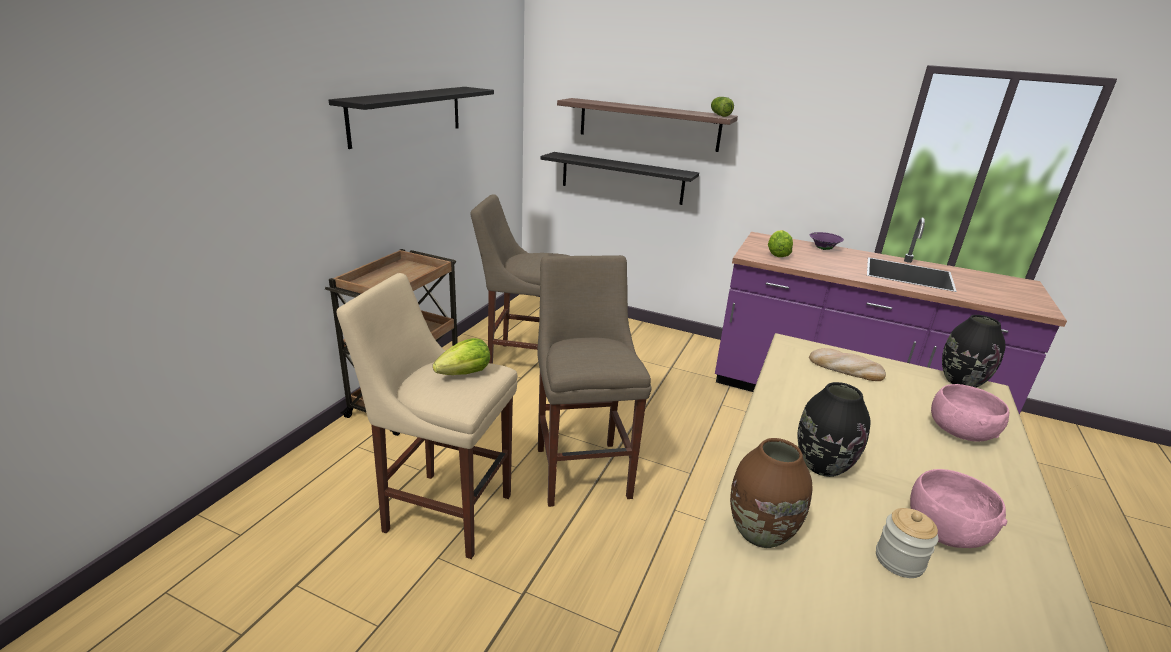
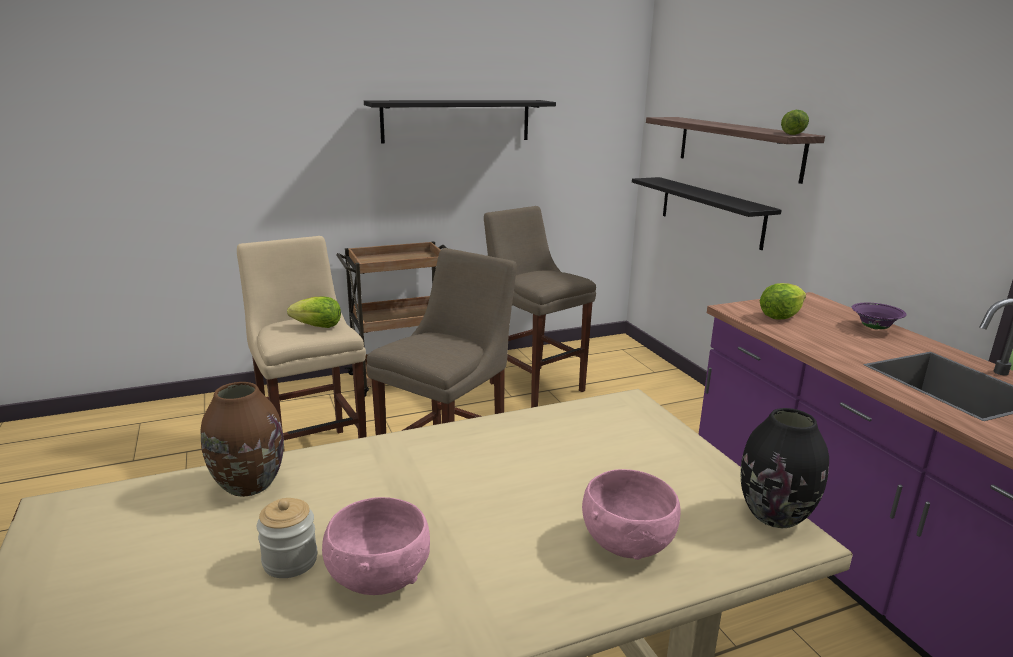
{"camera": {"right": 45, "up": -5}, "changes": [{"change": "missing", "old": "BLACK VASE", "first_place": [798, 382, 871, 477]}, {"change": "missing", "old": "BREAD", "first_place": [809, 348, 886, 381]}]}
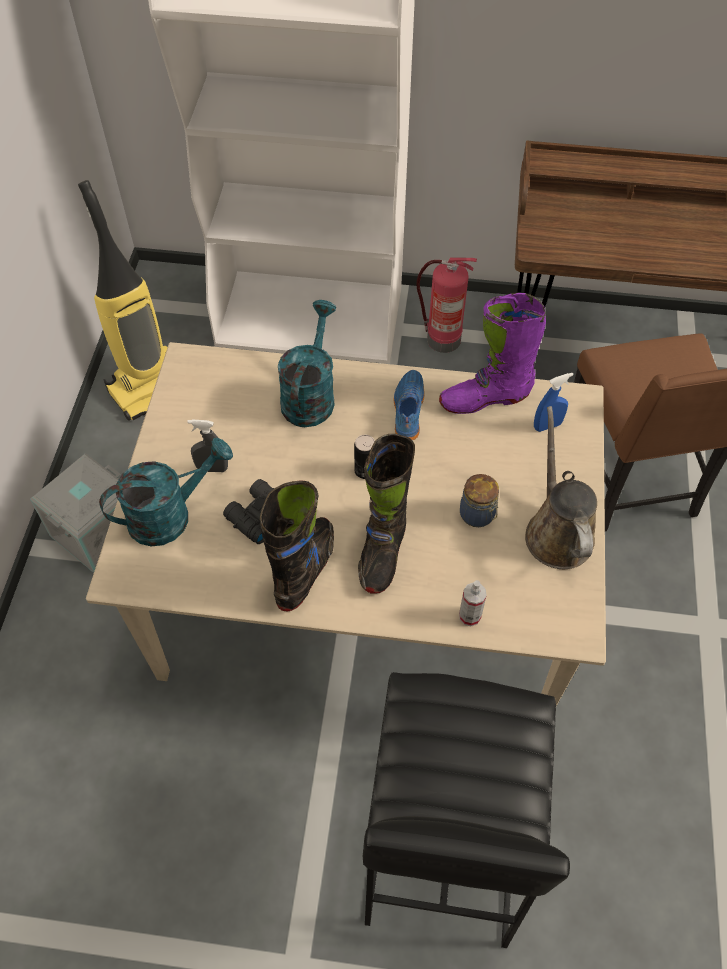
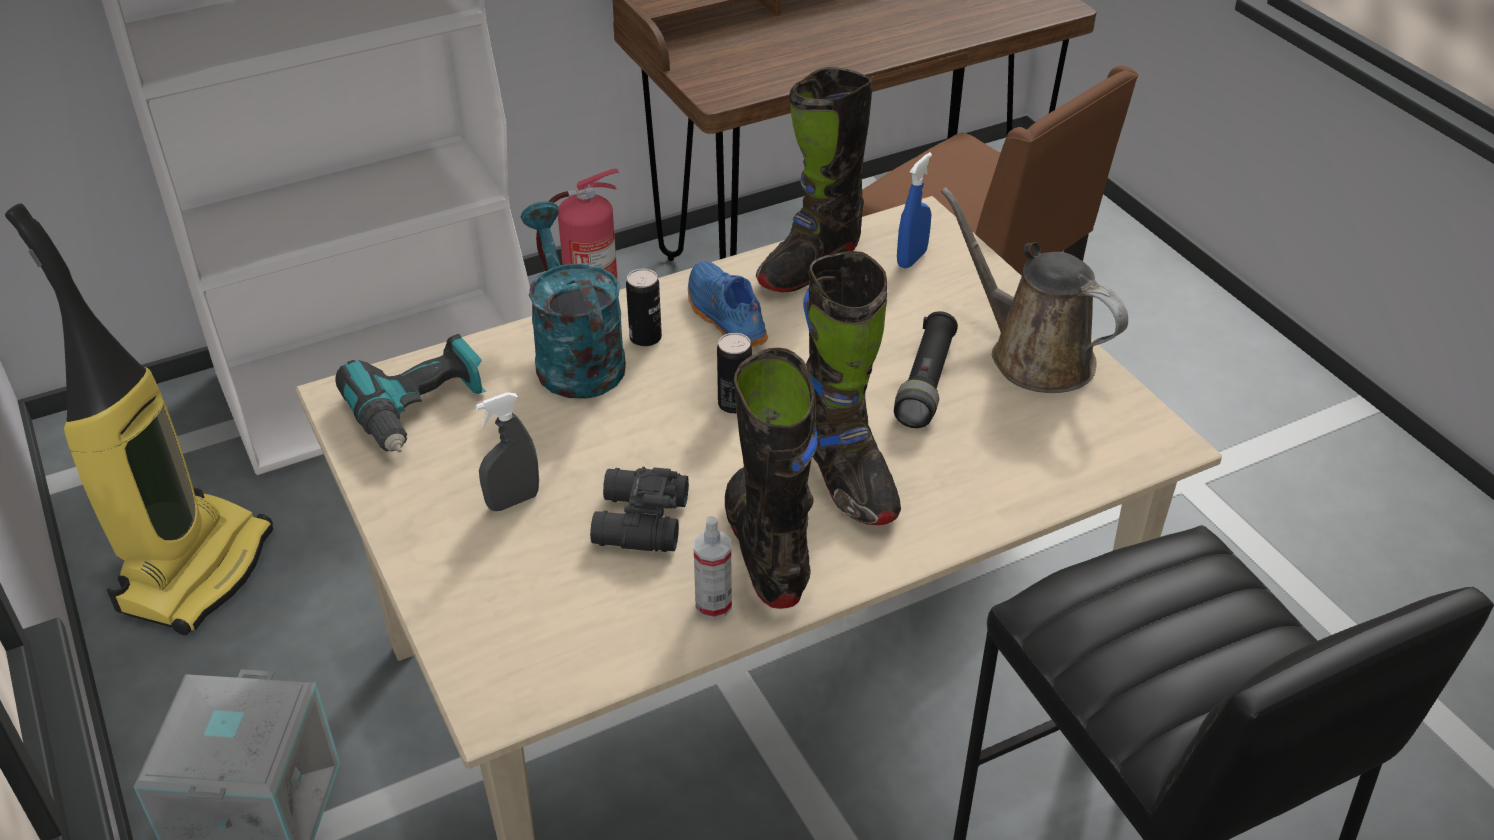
{"camera": {"right": -35, "up": -15}, "changes": [{"change": "missing", "old": "TURQUOISE WATERING CAN", "first_place": [99, 438, 233, 546]}, {"change": "appeared", "new": "POWER DRILL", "second_place": [335, 334, 486, 453]}, {"change": "appeared", "new": "CAN", "second_place": [626, 269, 662, 347]}, {"change": "relocated", "old": "SPRAY BOTTLE", "first_place": [459, 580, 487, 626], "second_place": [694, 516, 732, 619]}, {"change": "exchanged", "old": "JAR", "new": "BLACK FLASHLIGHT", "first_place": [460, 474, 499, 527], "second_place": [894, 311, 958, 428]}, {"change": "colour", "old": "PURPLE BOOT", "new": "BLACK BOOT", "first_place": [439, 293, 546, 414], "second_place": [756, 67, 872, 292]}]}
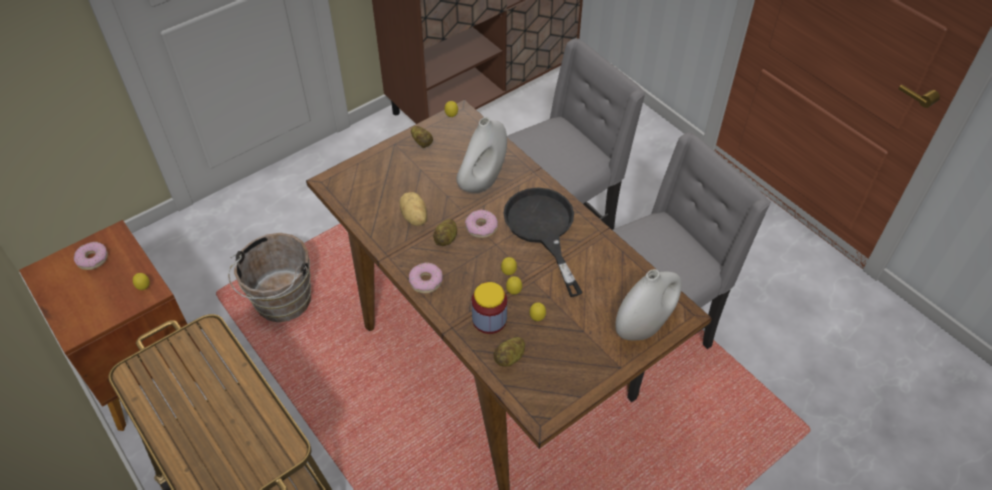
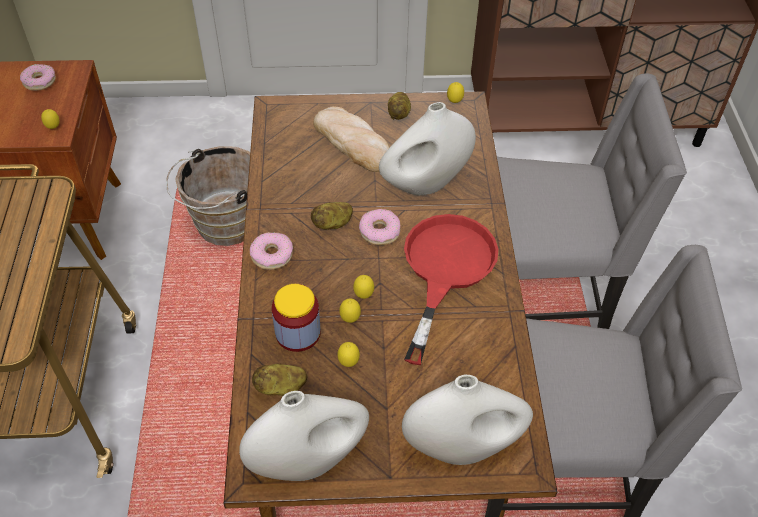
{"camera": {"right": 35, "up": 0}, "changes": [{"change": "missing", "old": "POTATO", "first_place": [400, 192, 427, 226]}, {"change": "appeared", "new": "WHITE VASE", "second_place": [239, 391, 369, 481]}, {"change": "appeared", "new": "BREAD", "second_place": [313, 106, 390, 172]}, {"change": "colour", "old": "BLACK FRYING PAN", "new": "RED FRYING PAN", "first_place": [503, 188, 583, 297], "second_place": [404, 214, 498, 365]}]}
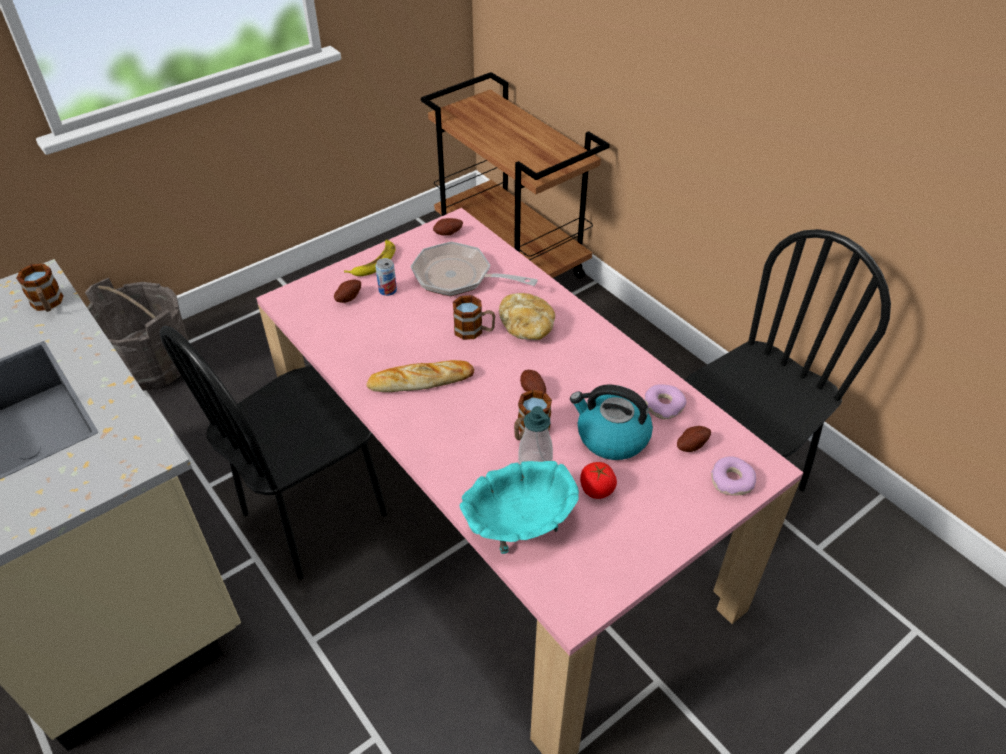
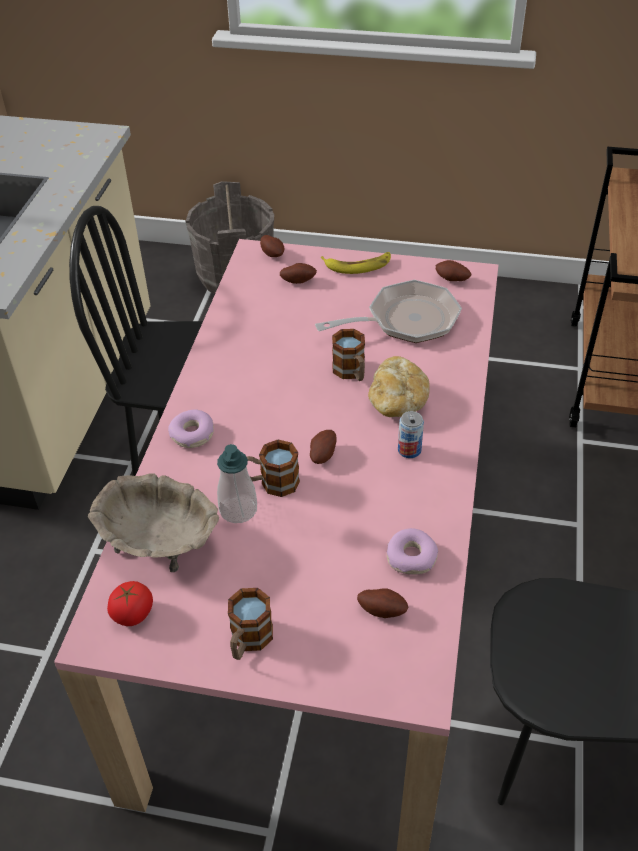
{"camera": {"right": 50, "up": 0}, "changes": [{"change": "missing", "old": "BREAD", "first_place": [366, 360, 474, 392]}, {"change": "missing", "old": "KETTLE", "first_place": [570, 384, 653, 460]}, {"change": "appeared", "new": "POTATO", "second_place": [260, 235, 284, 257]}, {"change": "relocated", "old": "MUG", "first_place": [16, 264, 63, 312], "second_place": [228, 588, 273, 660]}, {"change": "relocated", "old": "CAN", "first_place": [375, 258, 397, 296], "second_place": [398, 411, 424, 458]}, {"change": "relocated", "old": "TOMATO", "first_place": [580, 462, 617, 499], "second_place": [107, 581, 153, 626]}, {"change": "relocated", "old": "DONUT", "first_place": [711, 456, 756, 496], "second_place": [168, 410, 214, 448]}, {"change": "colour", "old": "TURQUOISE BOWL", "new": "BEIGE BOWL", "first_place": [460, 461, 579, 554], "second_place": [88, 473, 219, 572]}, {"change": "spun", "old": "FRYING PAN", "first_place": [410, 242, 538, 296], "second_place": [315, 280, 462, 343], "degrees": 90}]}
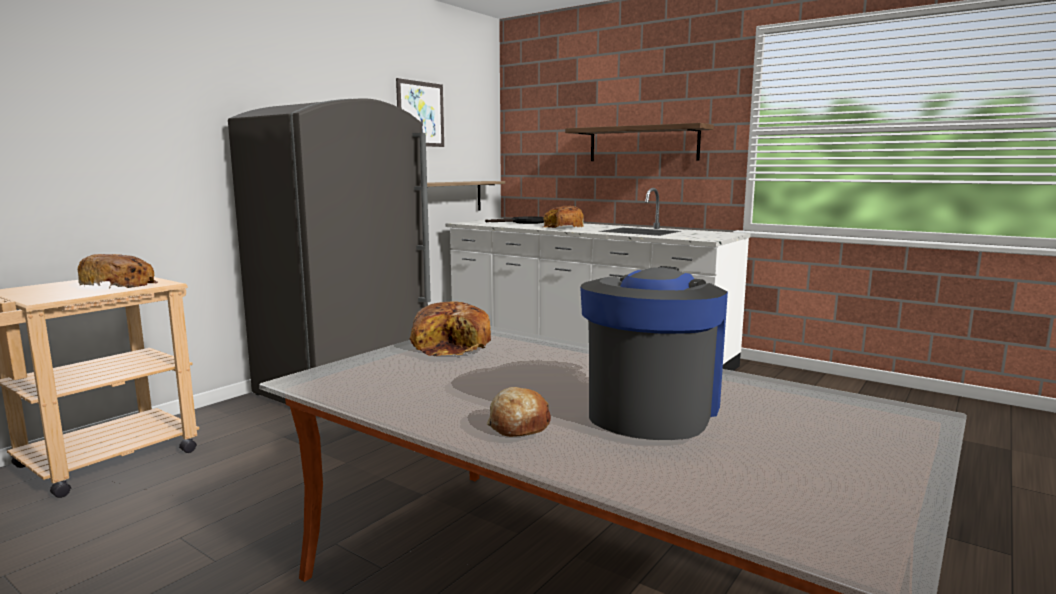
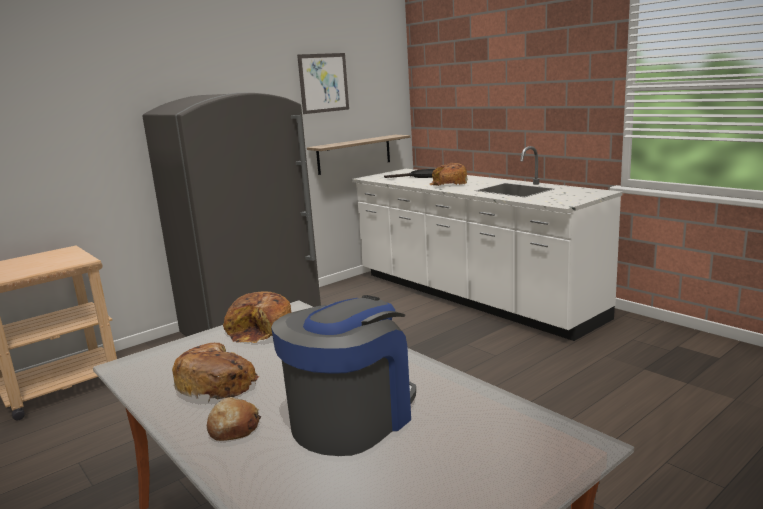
{"camera": {"right": 15, "up": 5}, "changes": [{"change": "missing", "old": "SHELF", "first_place": [565, 123, 714, 161]}, {"change": "relocated", "old": "BREAD", "first_place": [78, 254, 159, 289], "second_place": [172, 343, 259, 402]}]}
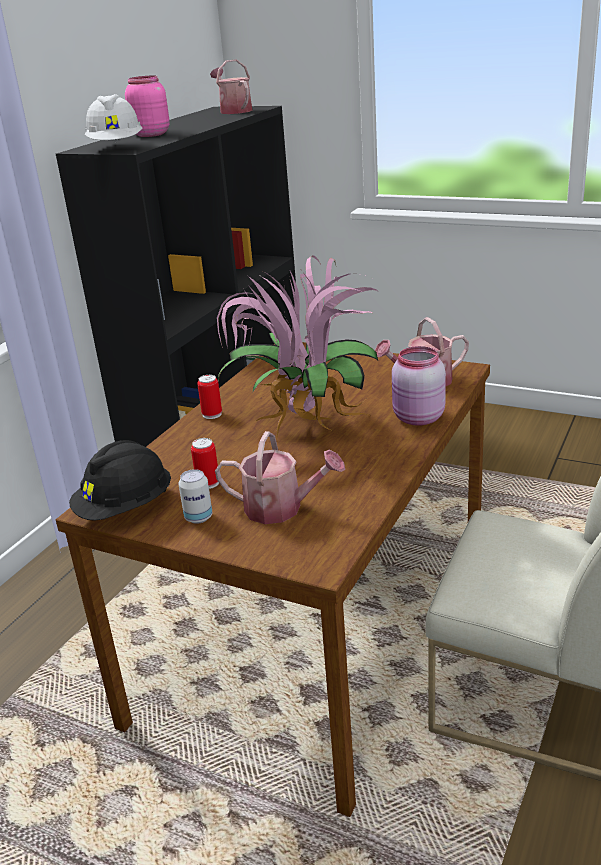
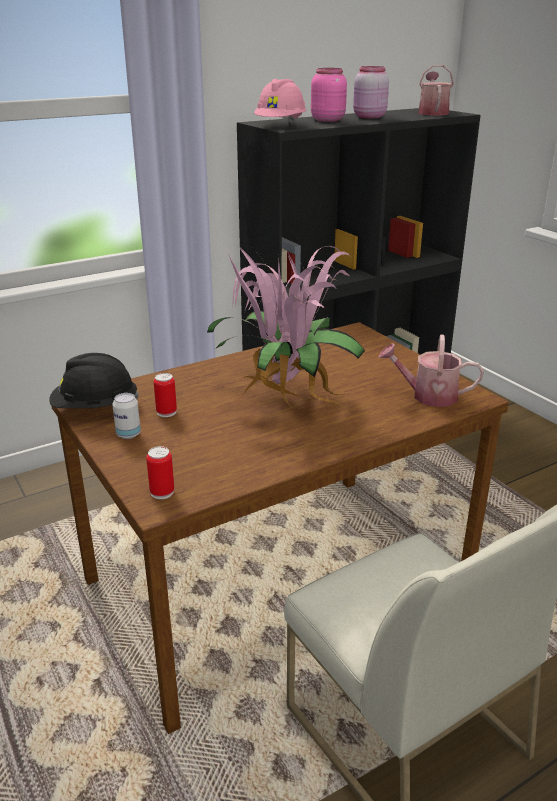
{"camera": {"right": 30, "up": 0}, "changes": [{"change": "missing", "old": "WATERING CAN", "first_place": [215, 431, 345, 524]}, {"change": "relocated", "old": "CAN", "first_place": [197, 375, 222, 419], "second_place": [146, 446, 174, 499]}, {"change": "relocated", "old": "PINK JAR", "first_place": [392, 346, 446, 426], "second_place": [353, 66, 389, 118]}, {"change": "colour", "old": "WHITE HARD HAT", "new": "PINK HARD HAT", "first_place": [85, 94, 142, 143], "second_place": [254, 79, 306, 122]}]}
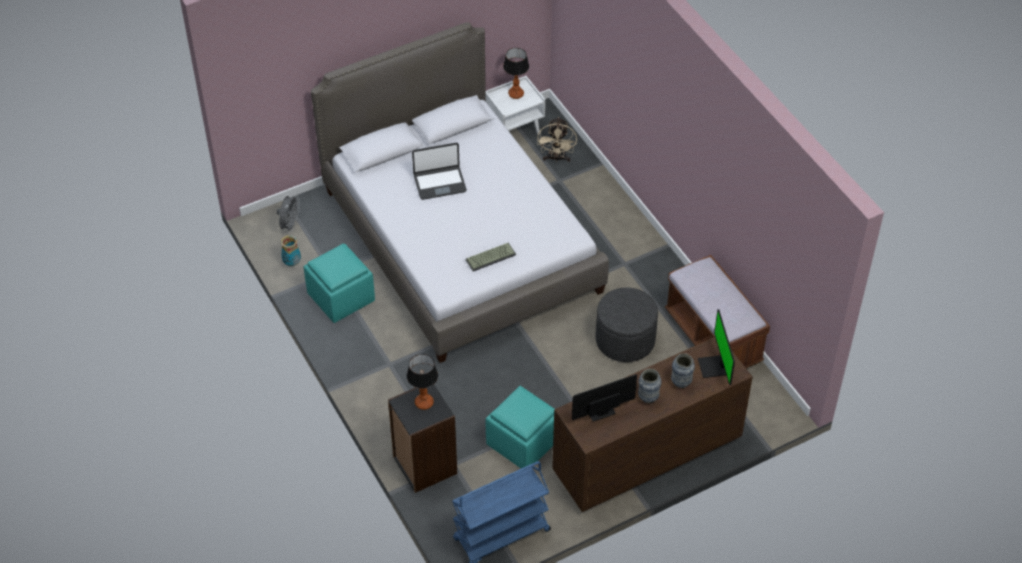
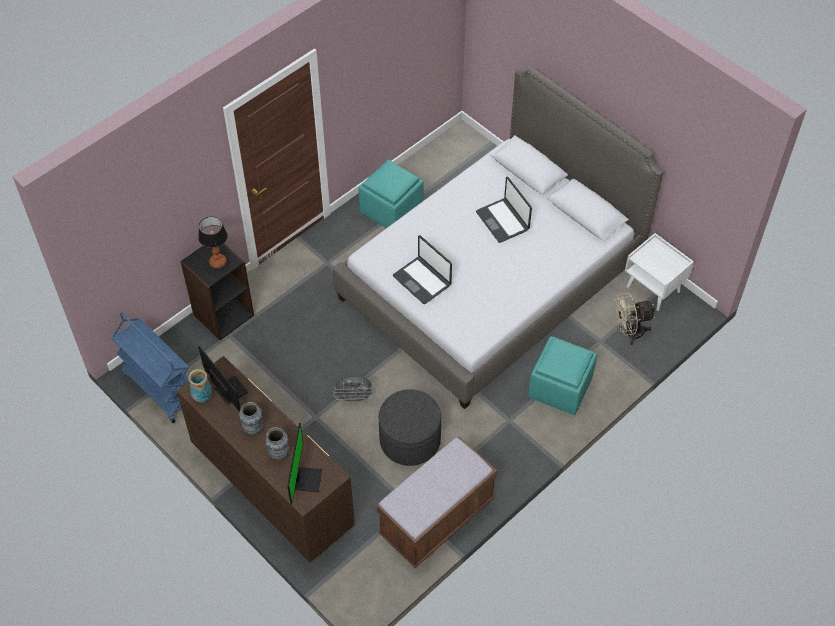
{"camera": {"right": 75, "up": 5}, "changes": [{"change": "missing", "old": "TABLE LAMP", "first_place": [503, 48, 529, 99]}, {"change": "relocated", "old": "GREY FAN", "first_place": [277, 195, 300, 233], "second_place": [333, 376, 374, 404]}, {"change": "relocated", "old": "VASE", "first_place": [281, 235, 301, 266], "second_place": [188, 369, 213, 402]}, {"change": "relocated", "old": "TURQUOISE OTTOMAN", "first_place": [486, 386, 554, 468], "second_place": [528, 336, 597, 415]}, {"change": "exchanged", "old": "KEYBOARD", "new": "LAPTOP", "first_place": [466, 243, 516, 271], "second_place": [393, 235, 452, 304]}, {"change": "spun", "old": "MONITOR", "first_place": [698, 309, 735, 385], "second_place": [287, 423, 322, 505], "degrees": 120}]}
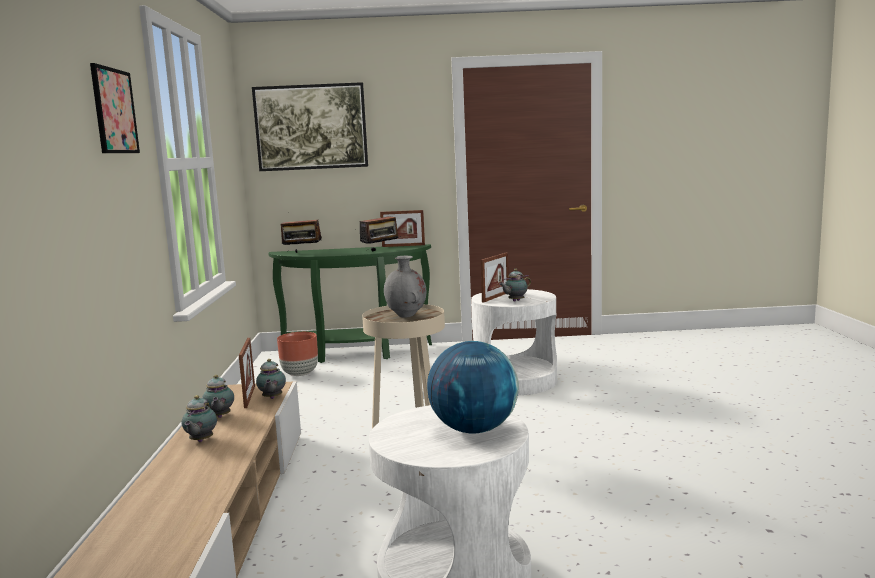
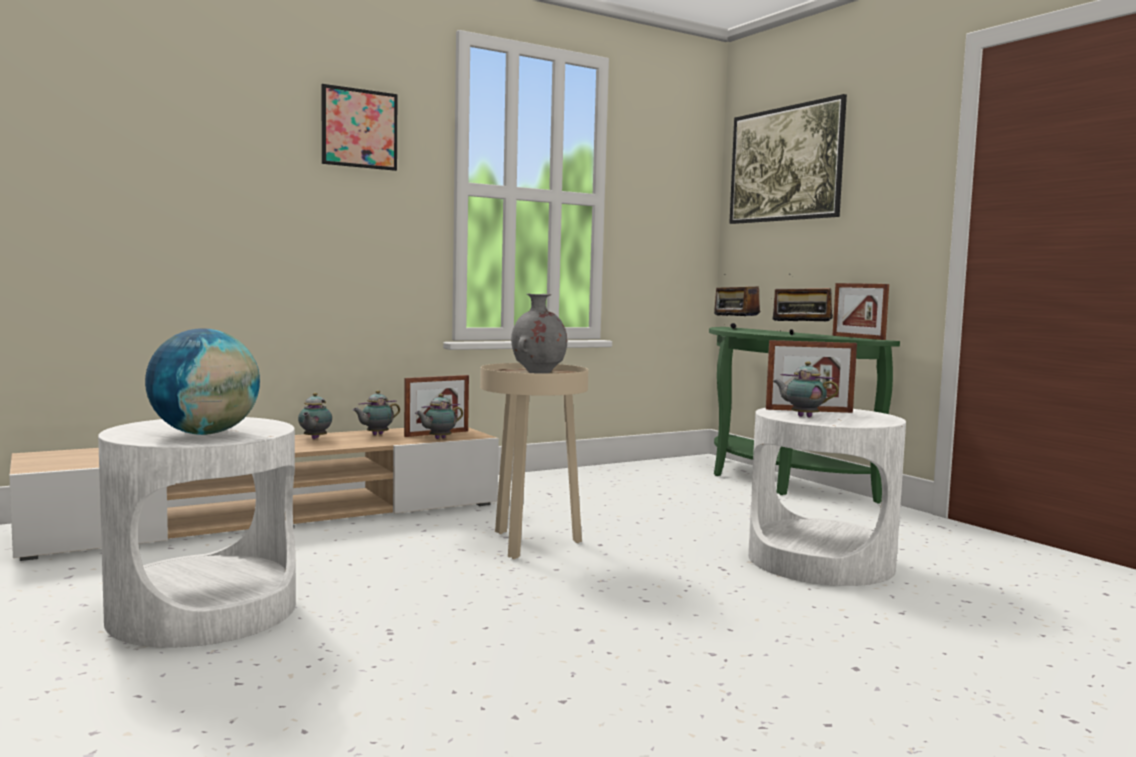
{"camera": {"right": 60, "up": -5}, "changes": [{"change": "missing", "old": "BROWN PLANTER", "first_place": [277, 332, 318, 376]}, {"change": "spun", "old": "TEAPOT", "first_place": [182, 395, 217, 442], "second_place": [298, 393, 332, 439], "degrees": -60}]}
